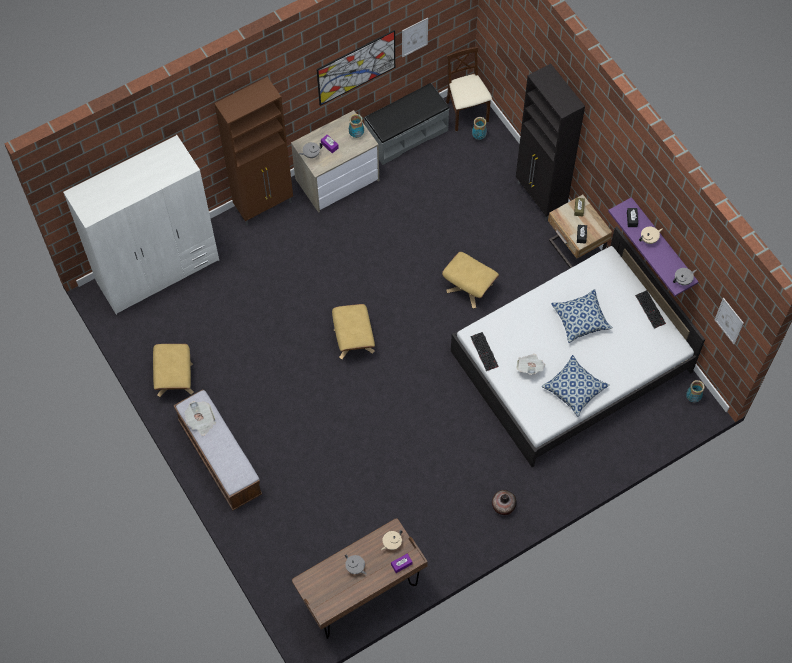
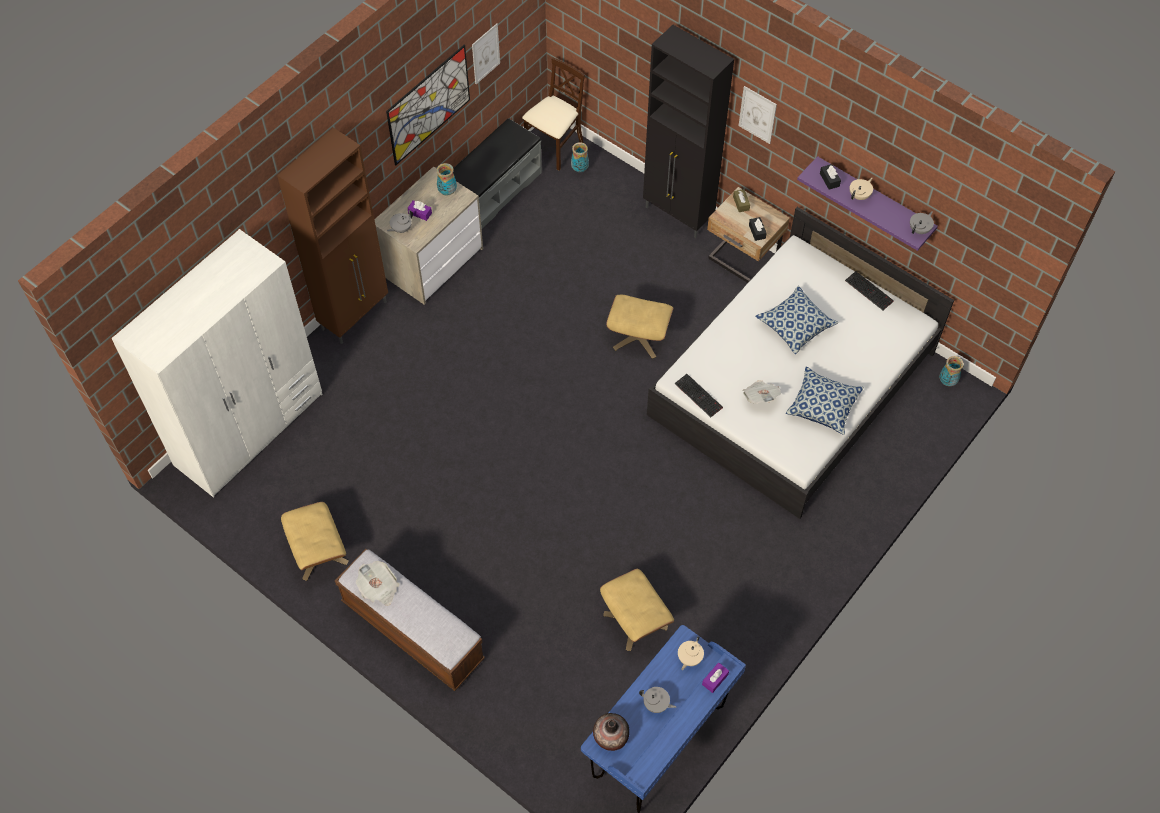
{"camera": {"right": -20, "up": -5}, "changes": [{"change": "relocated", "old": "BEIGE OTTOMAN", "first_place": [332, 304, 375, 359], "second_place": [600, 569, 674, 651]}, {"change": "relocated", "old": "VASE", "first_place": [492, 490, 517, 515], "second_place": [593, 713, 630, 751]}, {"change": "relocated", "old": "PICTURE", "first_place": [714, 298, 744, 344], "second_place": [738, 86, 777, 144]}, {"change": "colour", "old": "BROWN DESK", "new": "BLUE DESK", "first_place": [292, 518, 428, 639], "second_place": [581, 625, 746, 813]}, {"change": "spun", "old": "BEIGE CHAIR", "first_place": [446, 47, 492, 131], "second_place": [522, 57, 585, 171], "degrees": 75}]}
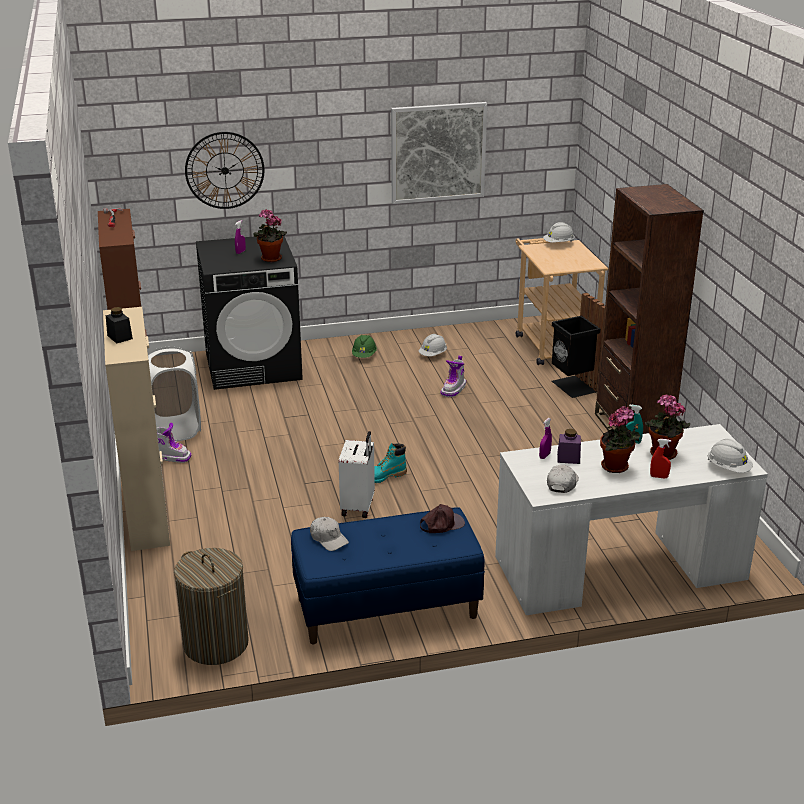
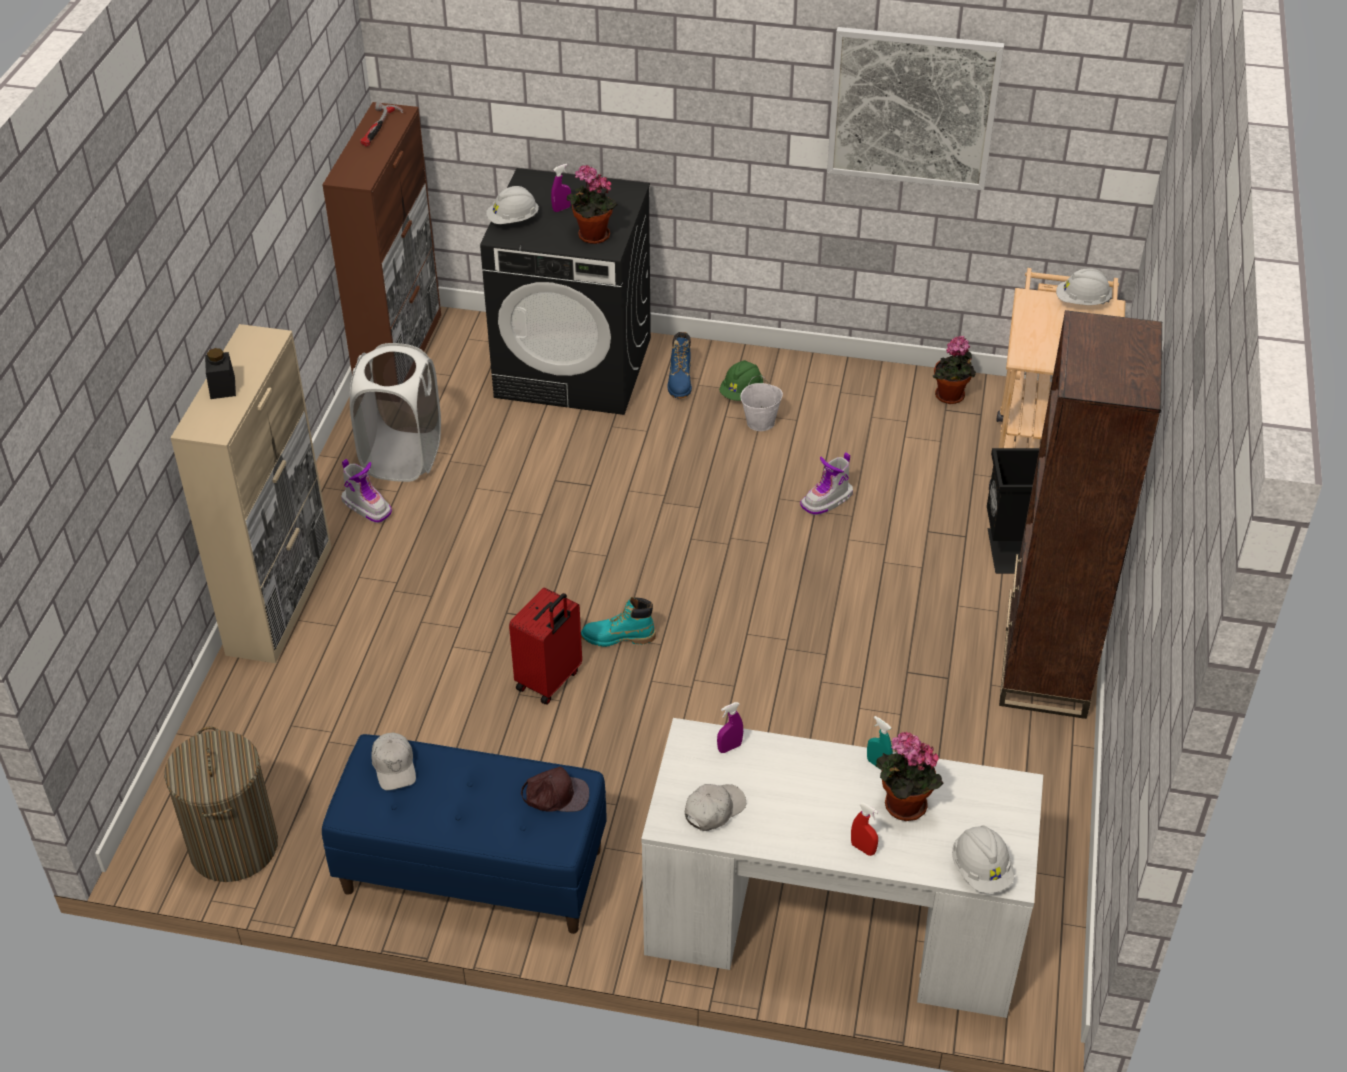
{"camera": {"right": 25, "up": 15}, "changes": [{"change": "missing", "old": "WALL CLOCK", "first_place": [185, 132, 264, 209]}, {"change": "missing", "old": "PURPLE JAR", "first_place": [557, 429, 581, 464]}, {"change": "appeared", "new": "BLUE BOOT", "second_place": [667, 332, 692, 399]}, {"change": "appeared", "new": "WHITE BUCKET", "second_place": [740, 376, 783, 431]}, {"change": "relocated", "old": "WHITE HARD HAT", "first_place": [419, 334, 447, 356], "second_place": [486, 186, 539, 224]}, {"change": "relocated", "old": "POTTED PLANT", "first_place": [600, 406, 640, 473], "second_place": [933, 335, 976, 404]}, {"change": "colour", "old": "WHITE SUITCASE", "new": "RED SUITCASE", "first_place": [339, 431, 375, 518], "second_place": [509, 587, 582, 704]}]}
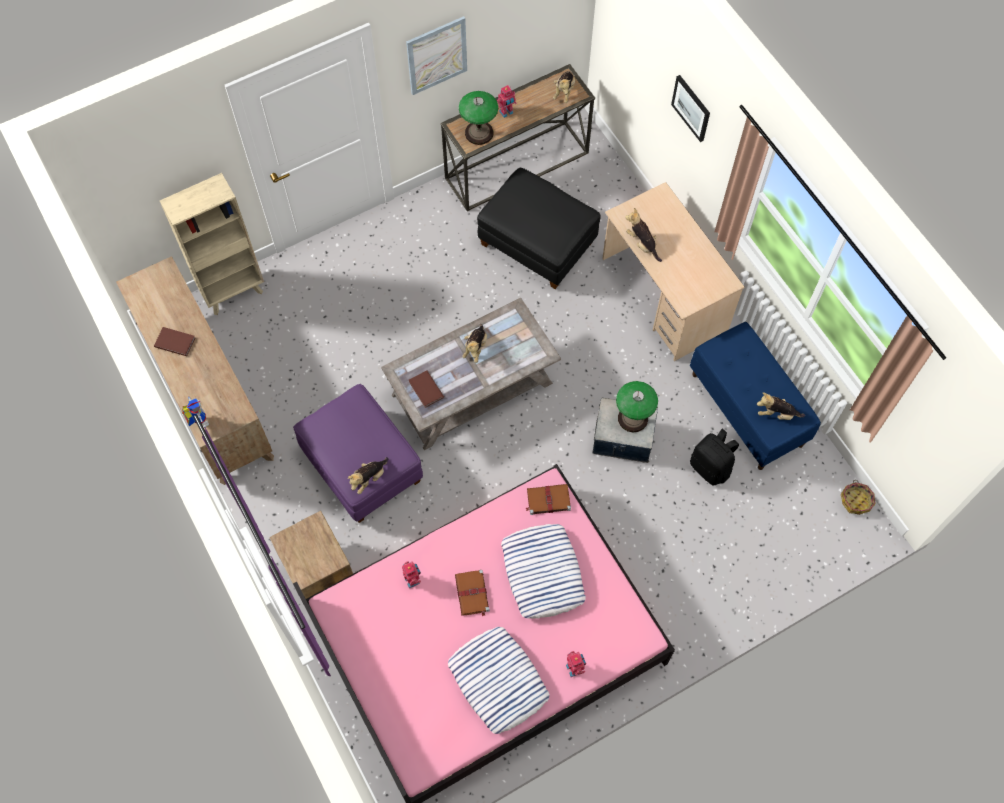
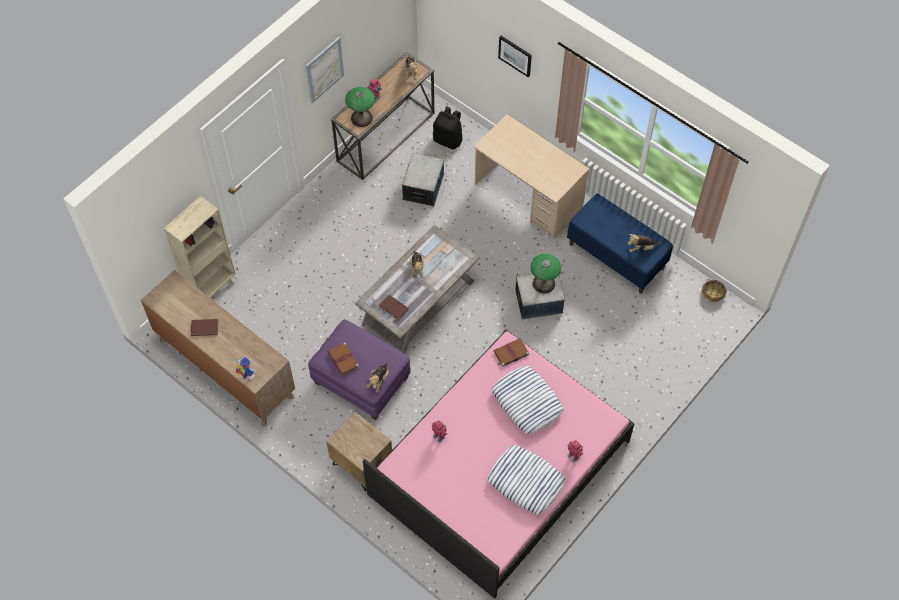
{"camera": {"right": -20, "up": -5}, "changes": [{"change": "missing", "old": "PLUSH TOY", "first_place": [625, 208, 662, 262]}, {"change": "relocated", "old": "BROWN BOOK", "first_place": [455, 570, 490, 616], "second_place": [327, 342, 359, 375]}, {"change": "relocated", "old": "BLACK BACKPACK", "first_place": [690, 429, 739, 485], "second_place": [433, 106, 463, 149]}, {"change": "exchanged", "old": "BLACK OTTOMAN", "new": "STORAGE BOX", "first_place": [477, 168, 600, 289], "second_place": [402, 153, 444, 206]}]}
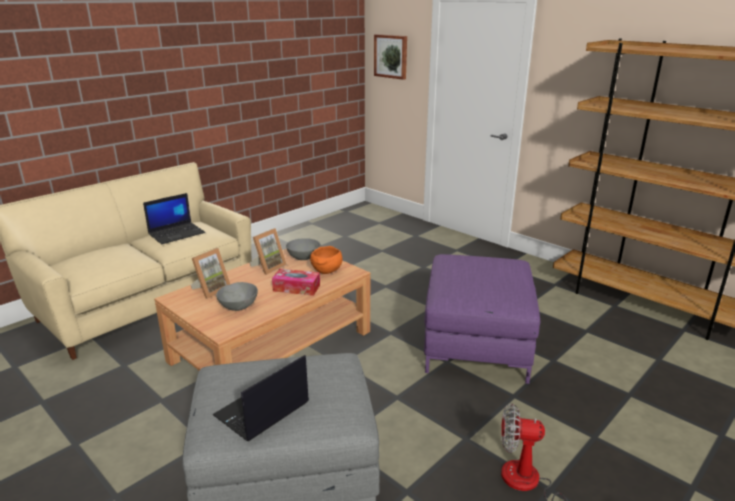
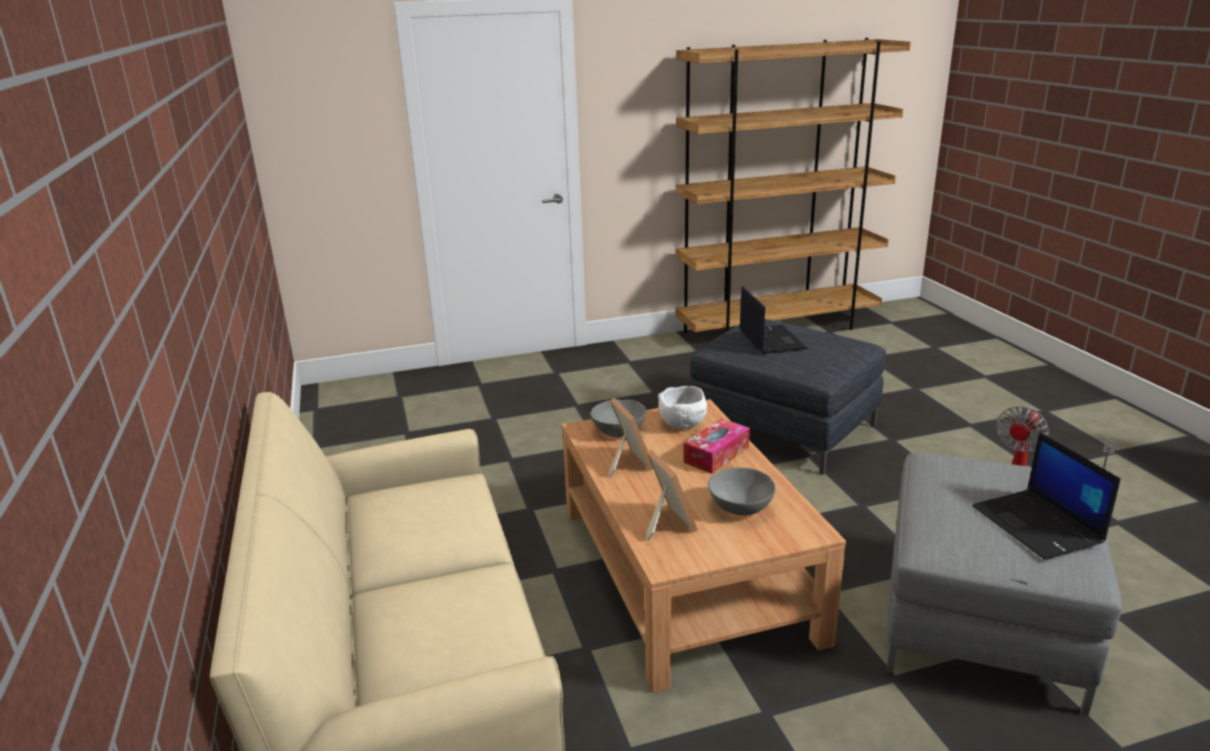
{"camera": {"right": -60, "up": 0}, "changes": [{"change": "missing", "old": "PICTURE", "first_place": [374, 34, 407, 80]}, {"change": "relocated", "old": "LAPTOP", "first_place": [143, 193, 205, 244], "second_place": [739, 286, 808, 354]}, {"change": "colour", "old": "ORANGE BOWL", "new": "WHITE BOWL", "first_place": [310, 246, 342, 274], "second_place": [658, 386, 707, 429]}, {"change": "colour", "old": "PURPLE OTTOMAN", "new": "GREY OTTOMAN", "first_place": [424, 254, 540, 384], "second_place": [690, 319, 886, 475]}]}
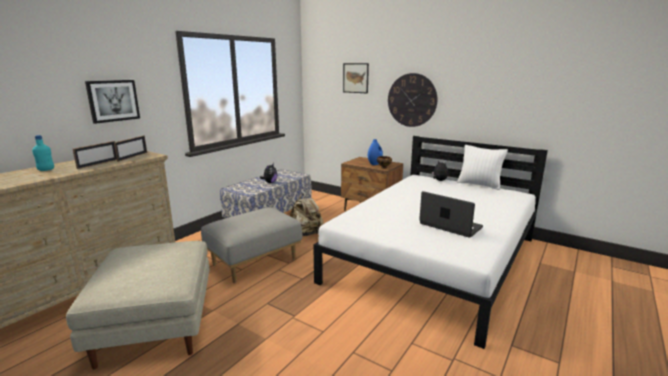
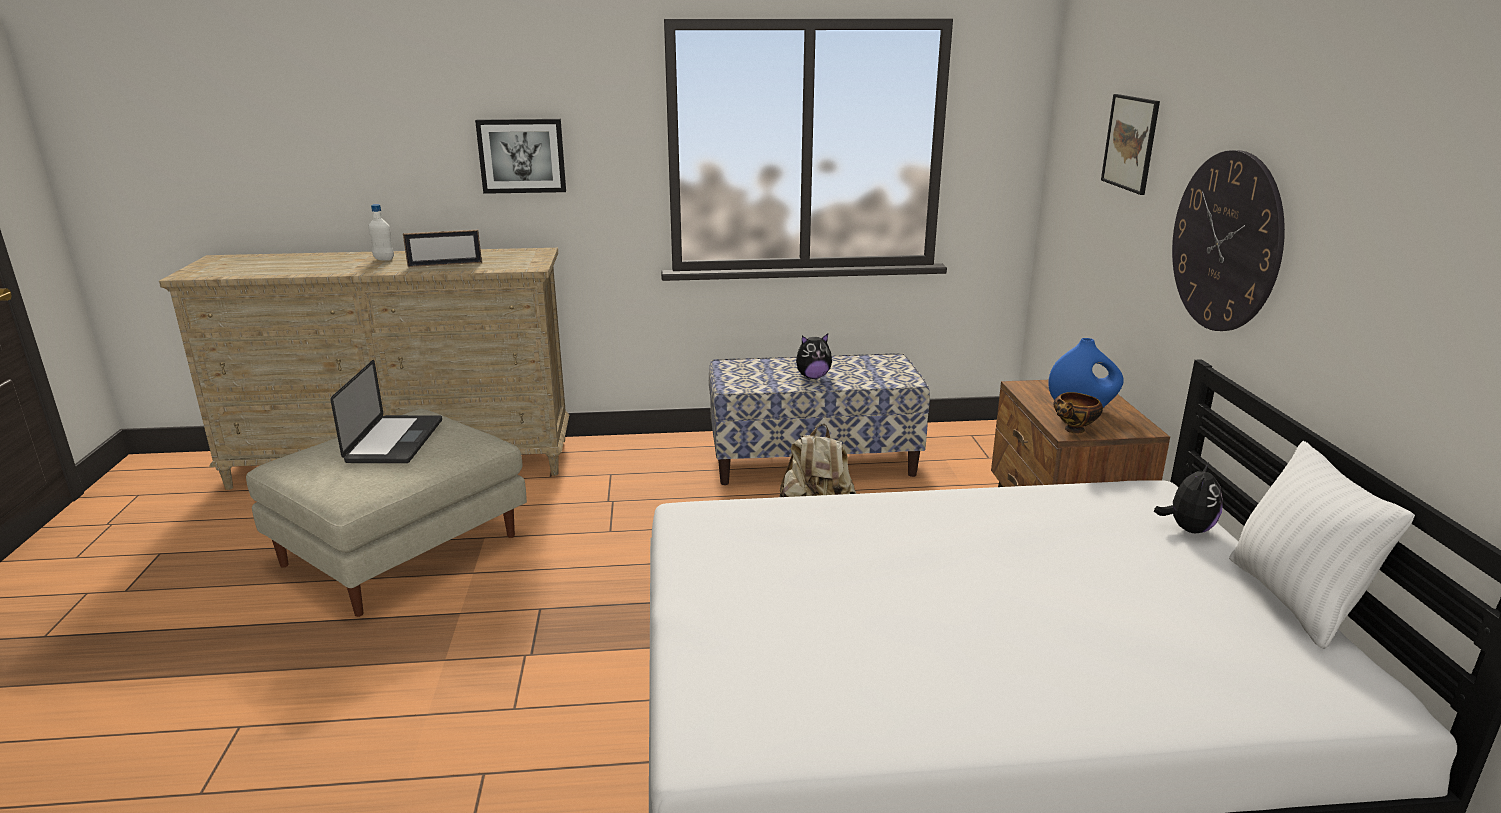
{"camera": {"right": 50, "up": 5}, "changes": [{"change": "missing", "old": "PICTURE FRAME", "first_place": [114, 135, 147, 162]}, {"change": "missing", "old": "GREY OTTOMAN", "first_place": [201, 207, 303, 283]}, {"change": "relocated", "old": "LAPTOP", "first_place": [419, 191, 483, 238], "second_place": [330, 360, 442, 463]}, {"change": "colour", "old": "TURQUOISE BOTTLE", "new": "WHITE BOTTLE", "first_place": [32, 135, 54, 171], "second_place": [368, 204, 394, 261]}]}
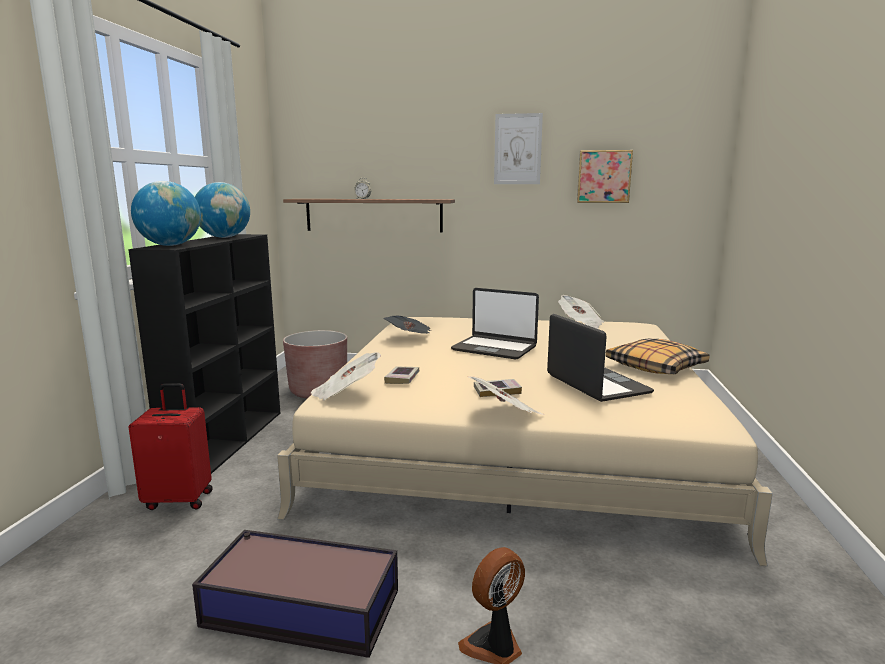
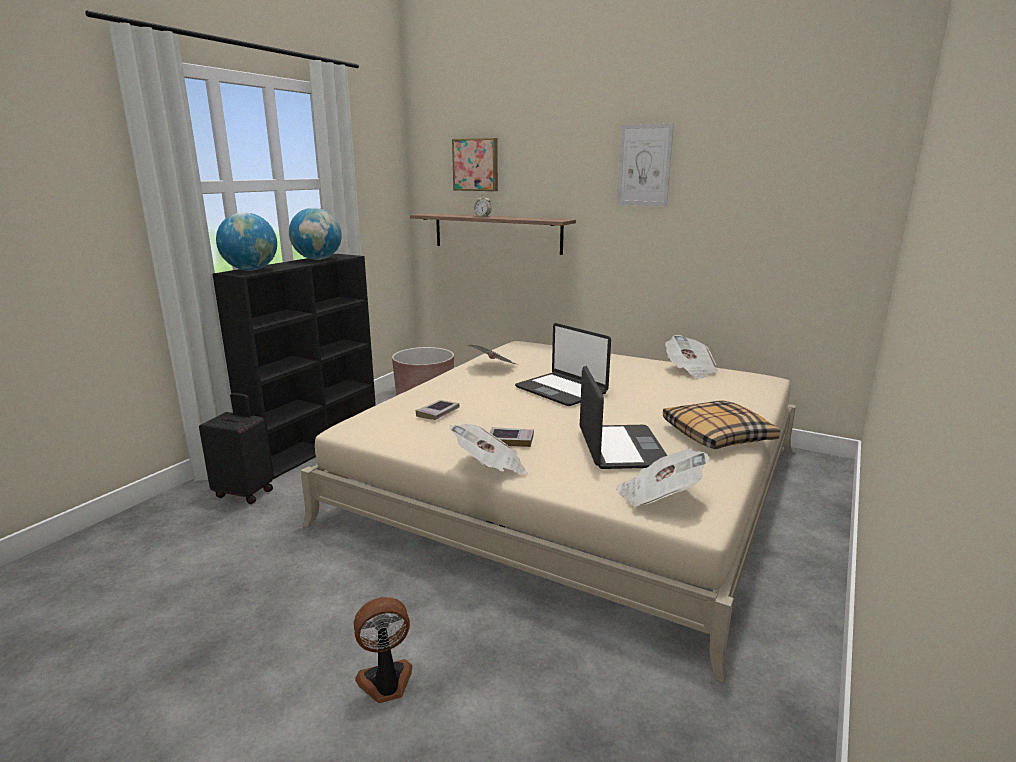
{"camera": {"right": 20, "up": 5}, "changes": [{"change": "missing", "old": "STORAGE BOX", "first_place": [192, 530, 398, 658]}, {"change": "relocated", "old": "NEWSPAPER", "first_place": [311, 352, 381, 401], "second_place": [616, 449, 710, 508]}, {"change": "relocated", "old": "PICTURE", "first_place": [577, 150, 633, 203], "second_place": [452, 138, 498, 191]}, {"change": "colour", "old": "RED SUITCASE", "new": "BLACK SUITCASE", "first_place": [128, 383, 213, 510], "second_place": [199, 393, 273, 504]}]}
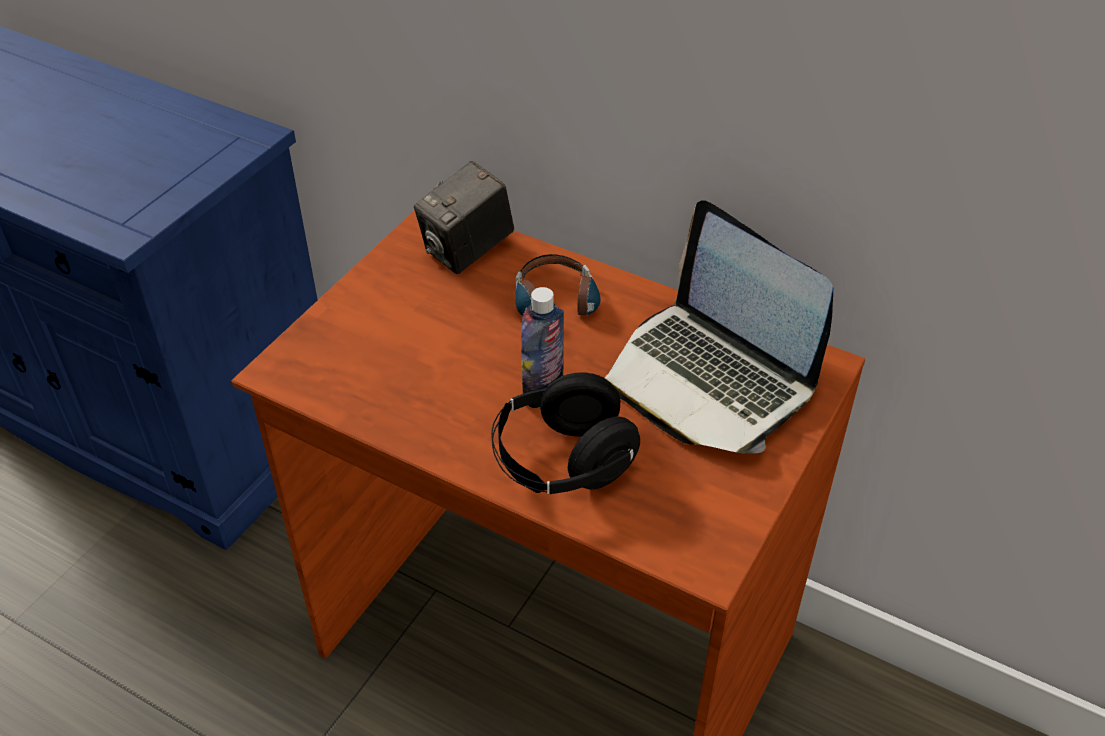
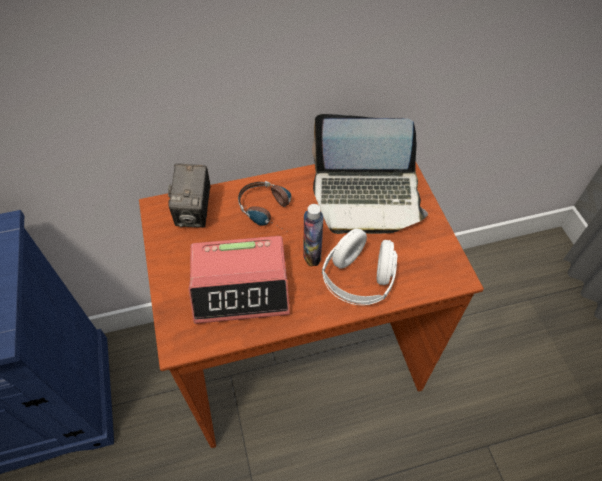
{"camera": {"right": -45, "up": 10}, "changes": [{"change": "appeared", "new": "ALARM CLOCK", "second_place": [189, 236, 290, 324]}, {"change": "colour", "old": "BLACK HEADPHONES", "new": "WHITE HEADPHONES", "first_place": [491, 372, 640, 494], "second_place": [322, 229, 398, 305]}]}
